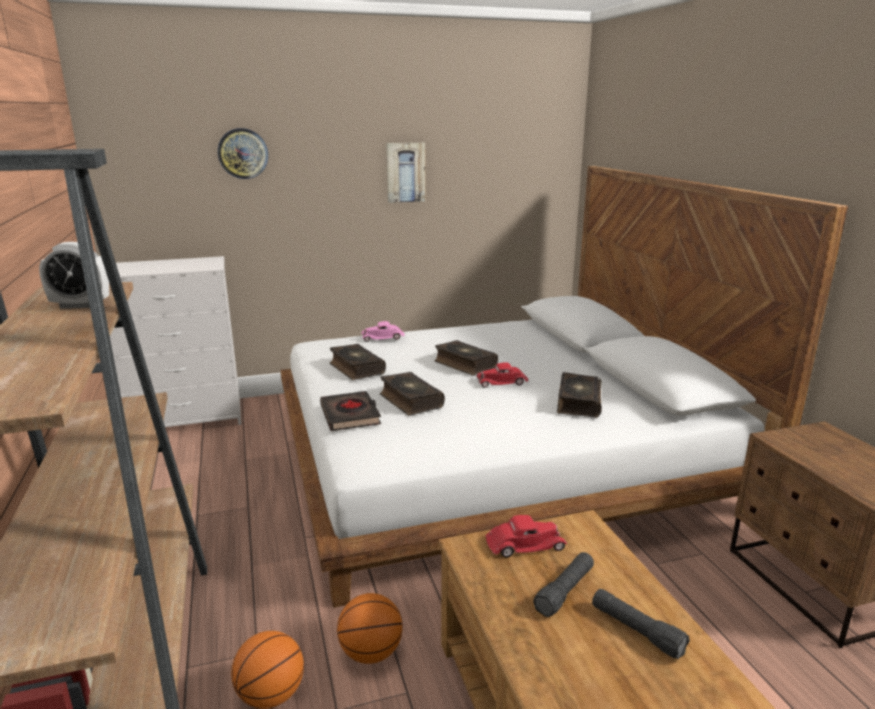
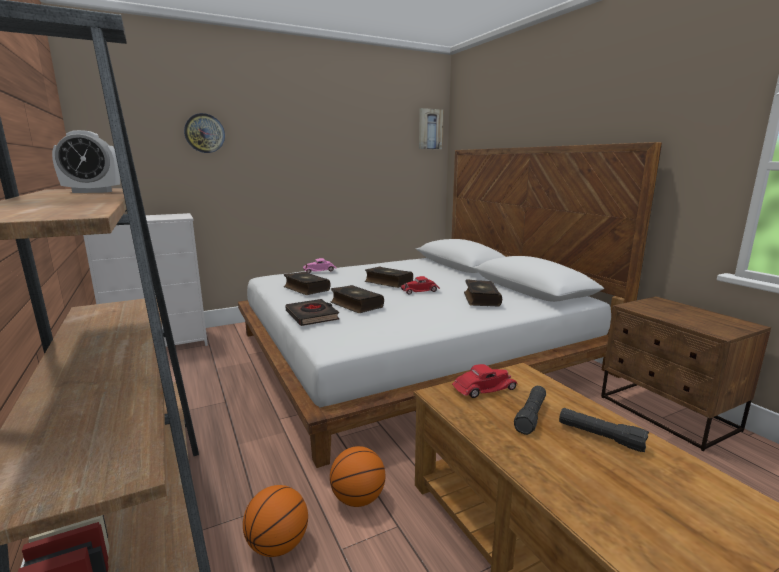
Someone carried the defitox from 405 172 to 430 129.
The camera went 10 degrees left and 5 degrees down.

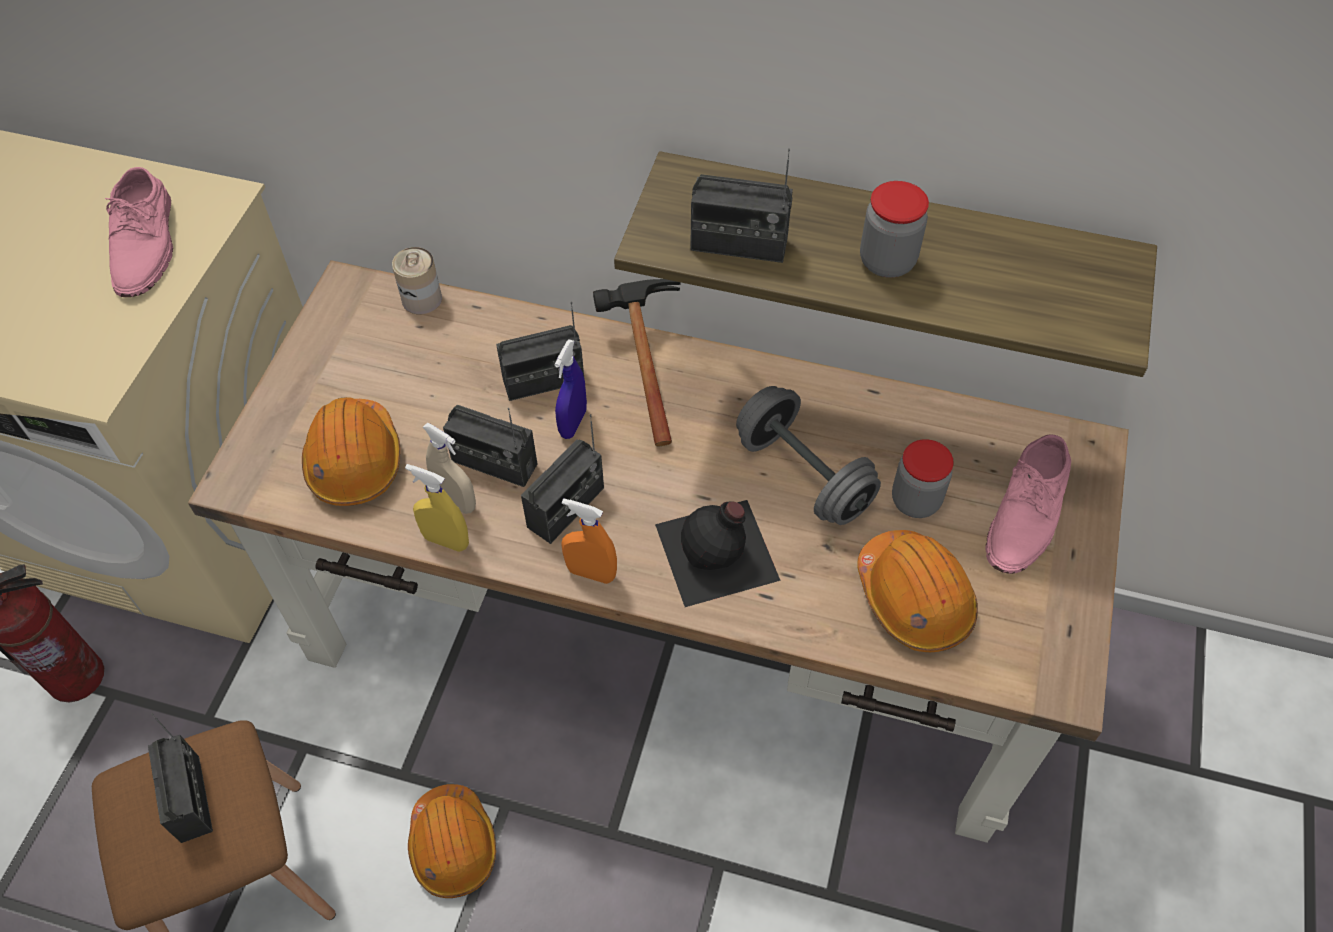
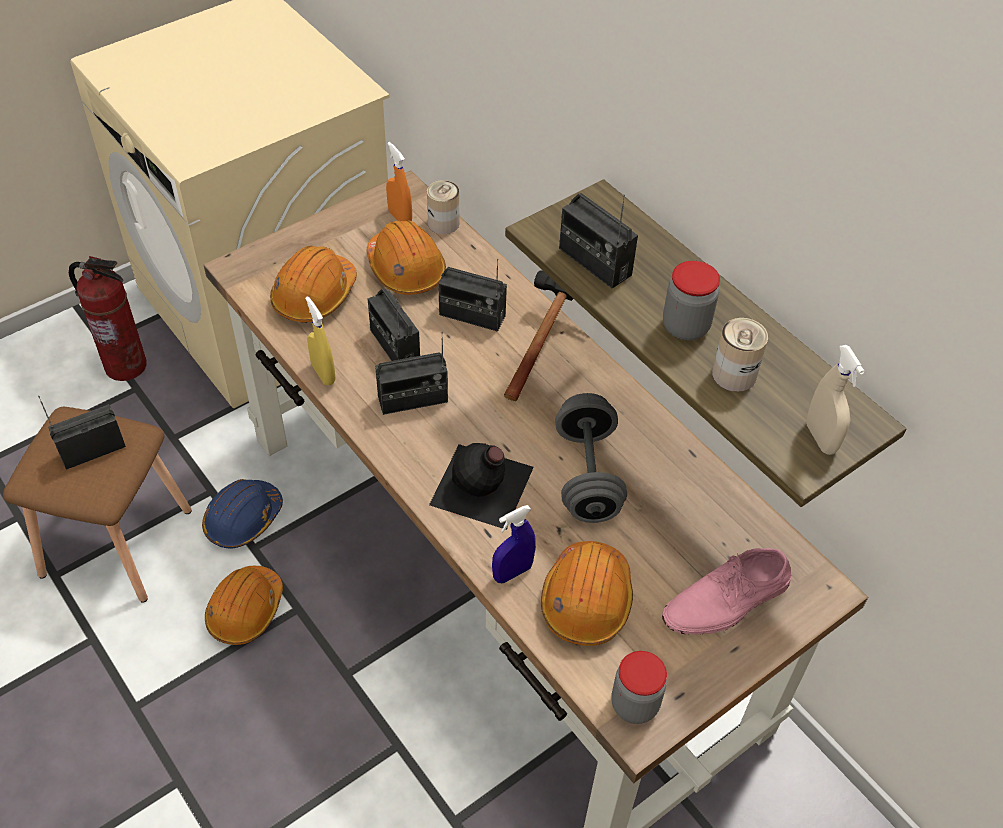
Someone took away the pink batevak at 146 244.
Someone rotated the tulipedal at 190 798 by 135 degrees counterclockwise.
Someone carried the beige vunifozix from 456 501 to 820 438.
Someone carried the blue vunifozix from 573 423 to 512 572.
Someone carried the orange vunifozix from 591 573 to 400 218.
Someone carried the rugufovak from 915 501 to 634 704.
Someone put down the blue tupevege at 243 519.
Someone put down the orange tupevege at 406 269.
Someone put down the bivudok at 734 374.
The camera went 35 degrees right and 5 degrees down.

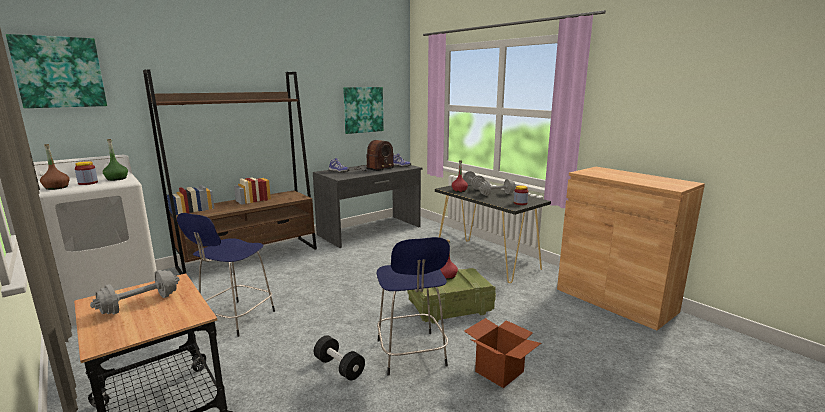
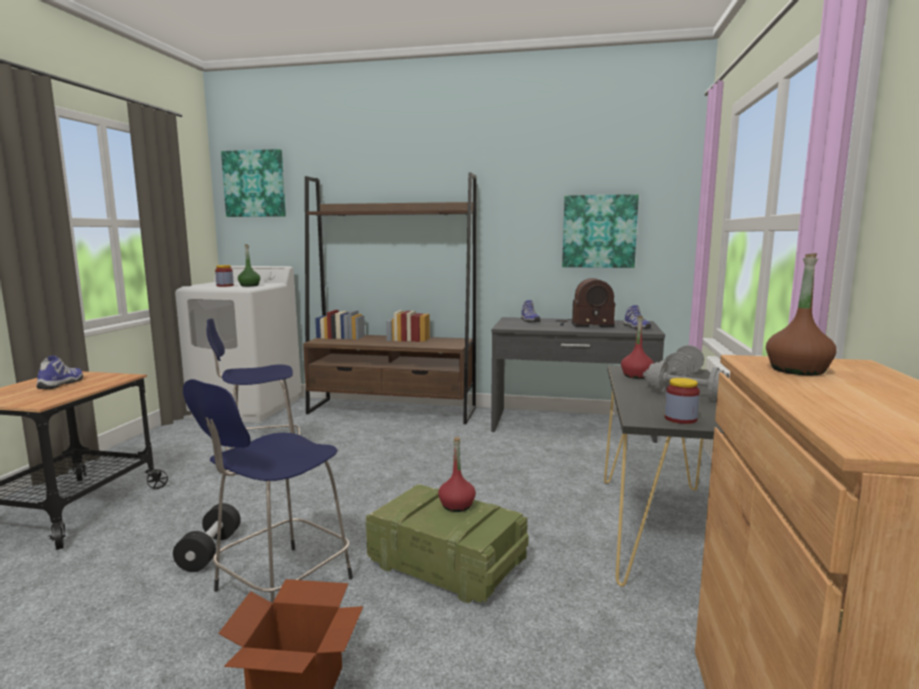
Someone carried the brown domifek from 56 187 to 797 370.
Someone swapped the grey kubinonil at 140 304 for the batevak at 62 384.
The camera went 50 degrees right and 5 degrees down.

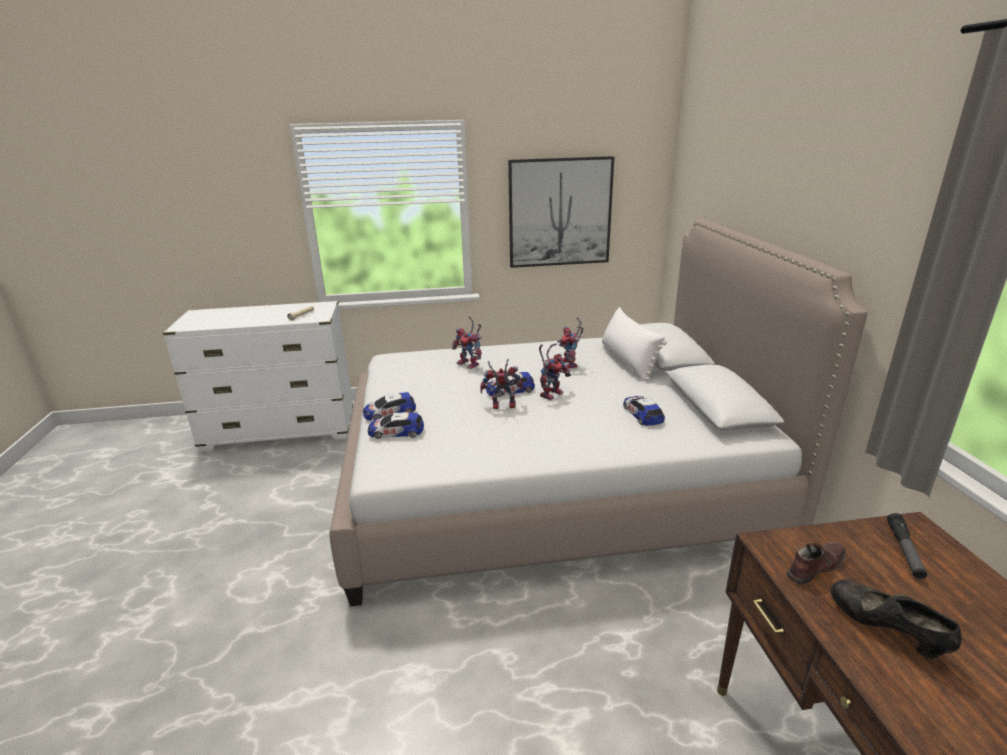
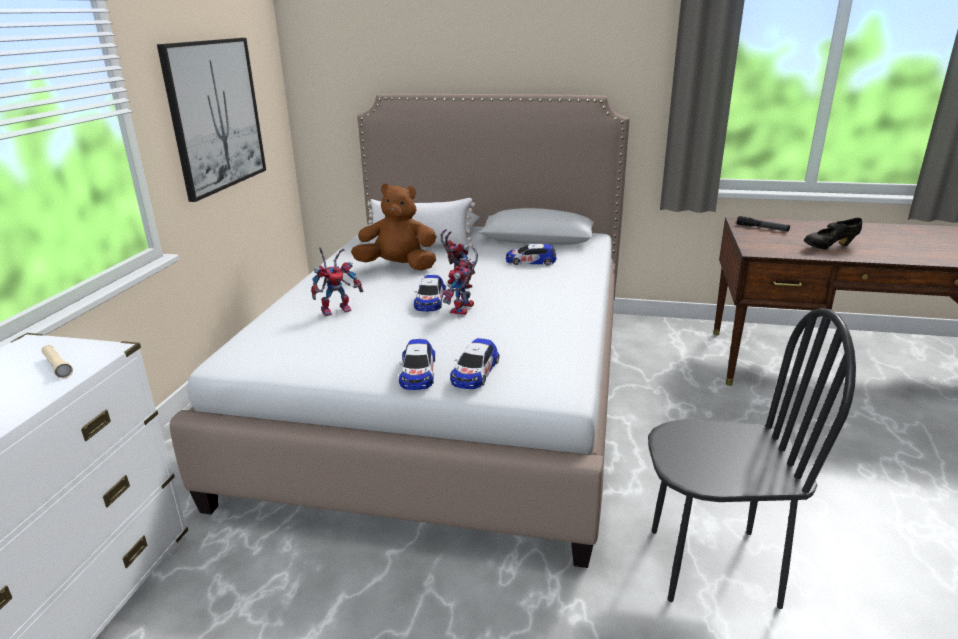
Someone swapped the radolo at 570 364 for the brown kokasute at 398 267.
Someone took away the brown batevak at 814 566.
Someone put down the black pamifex at 712 565.
The camera went 70 degrees left and 0 degrees up.

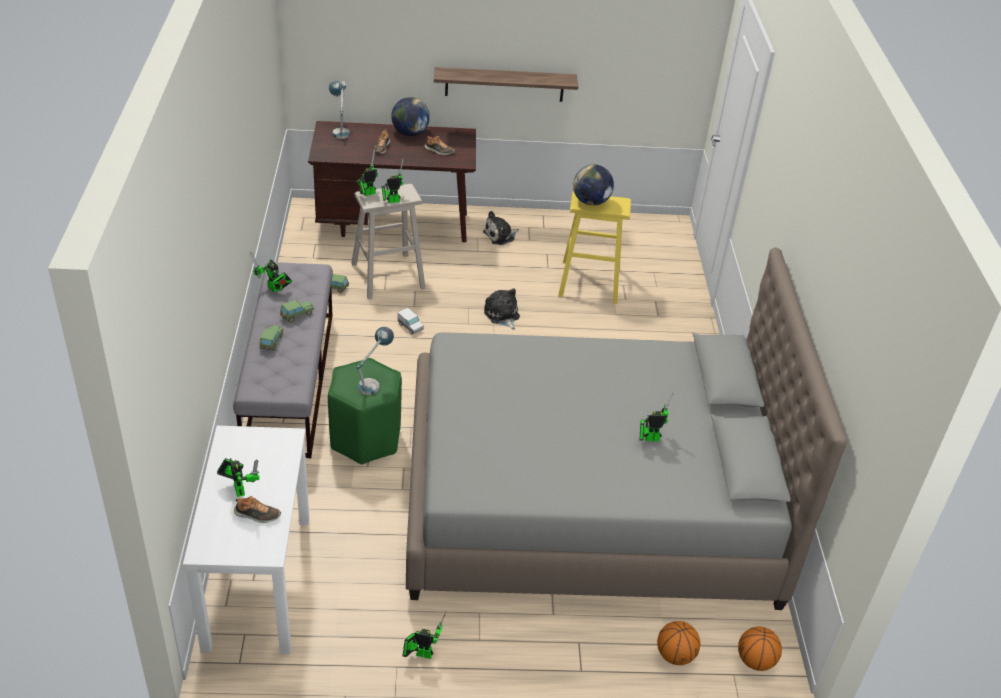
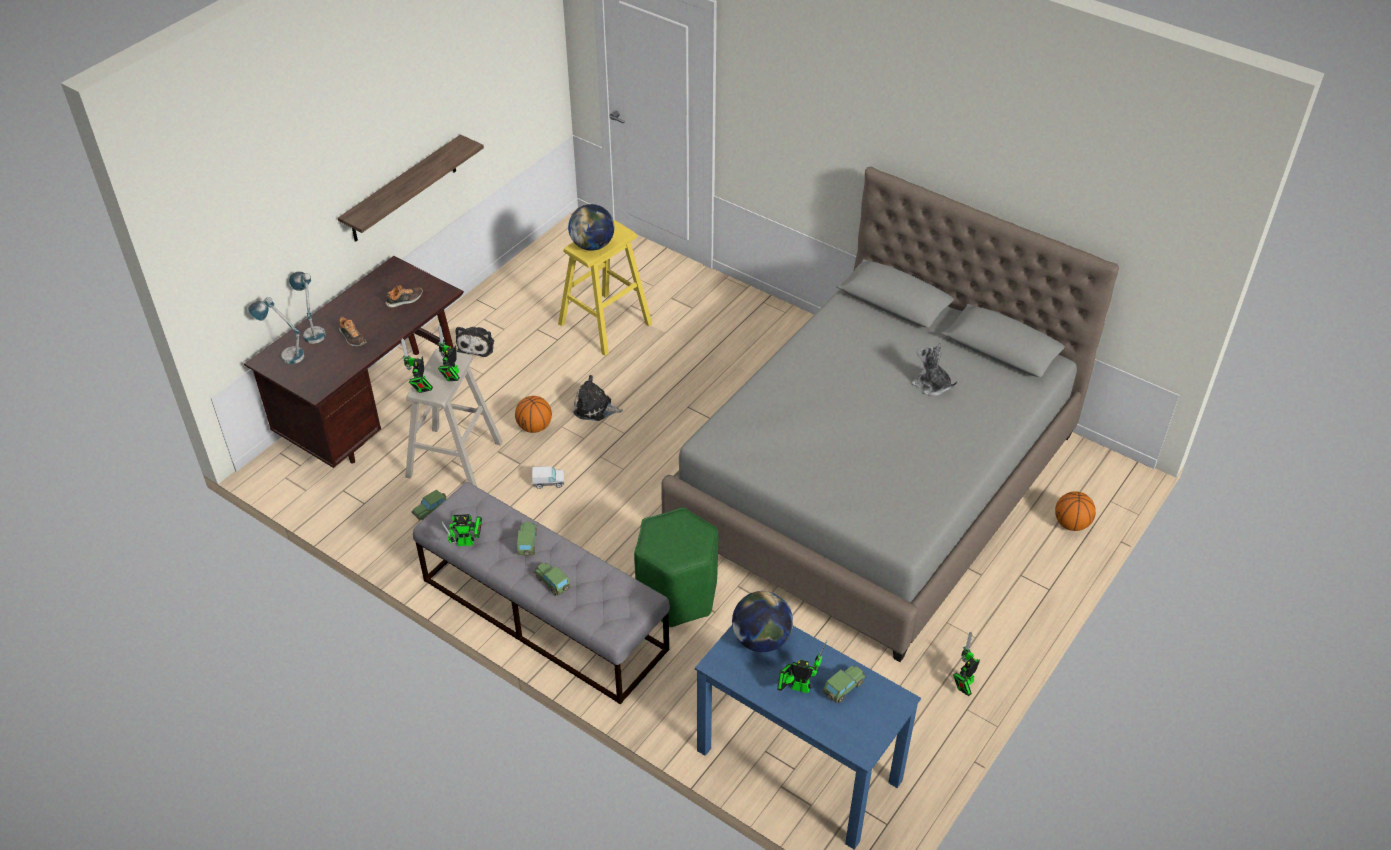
Someone repainted the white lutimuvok at 258 580, which became the blue lutimuvok at 798 765.
Someone swapped the batevak at 257 515 for the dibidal at 843 688.
Someone carried the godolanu from 374 382 to 313 330.
Someone carried the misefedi from 410 133 to 761 639.
Someone swapped the radolo at 649 438 for the kokasute at 931 385.
Someone carried the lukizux from 755 661 to 534 427.
The camera went 50 degrees left and 5 degrees up.

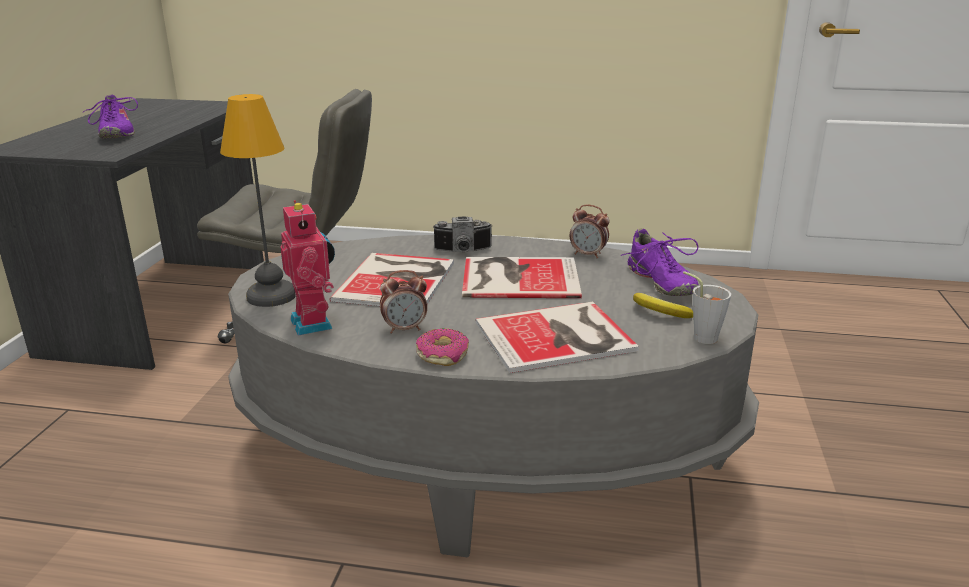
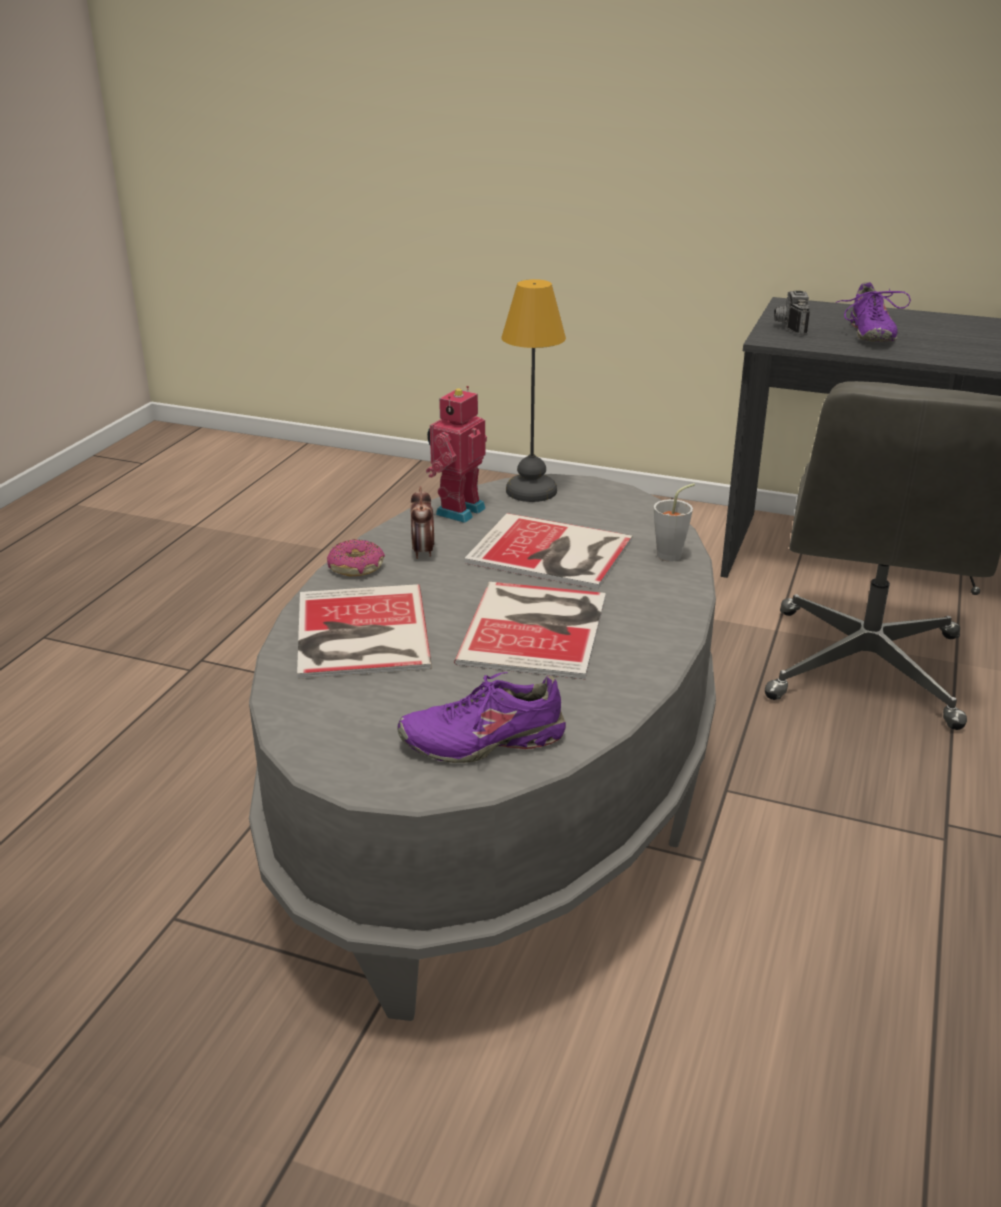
Someone rotated the purple batevak at 115 133 by 75 degrees counterclockwise.
Someone rotated the radolo at 314 323 by 135 degrees clockwise.
Someone carried the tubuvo from 463 251 to 788 326.
Someone took away the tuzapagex at 588 254.
Someone took away the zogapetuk at 659 312.
Someone carried the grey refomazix from 700 336 to 673 554.
The camera went 100 degrees right and 5 degrees up.

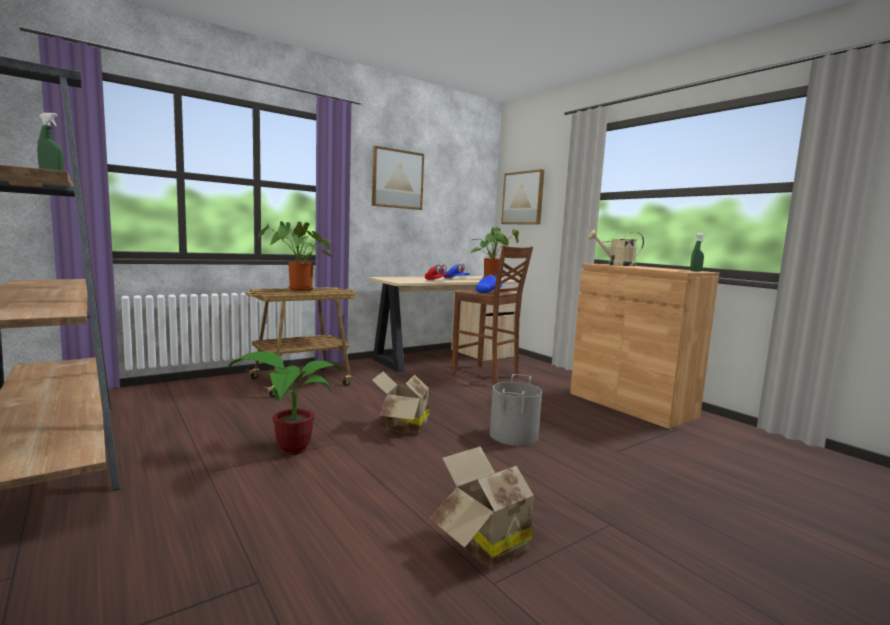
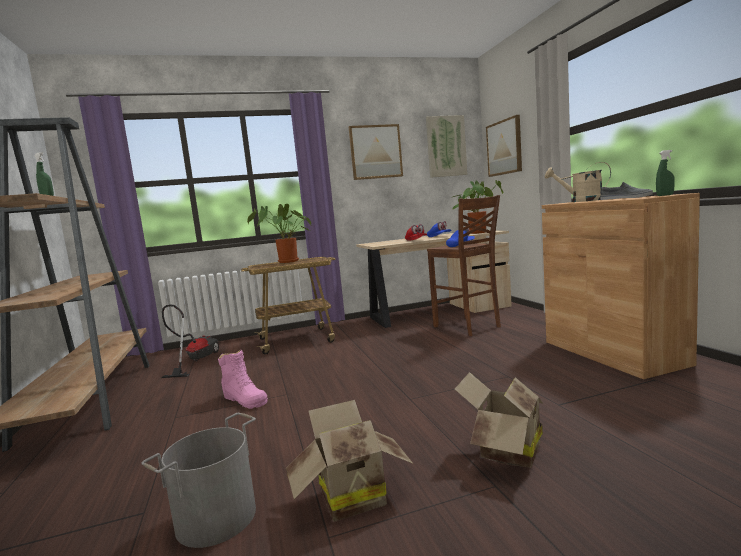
Someone swapped the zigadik at 288 449 for the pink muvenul at 245 399.
Someone carried the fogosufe from 403 426 to 505 451.
Someone carried the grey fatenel from 513 435 to 215 517.
Someone put down the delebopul at 194 360.
Someone put up the defitox at 446 146.
Someone put down the grey batevak at 625 198.
The camera went 20 degrees right and 0 degrees up.

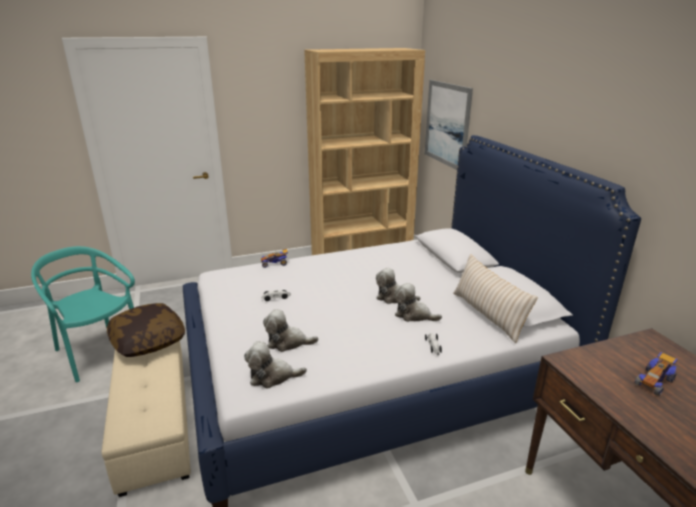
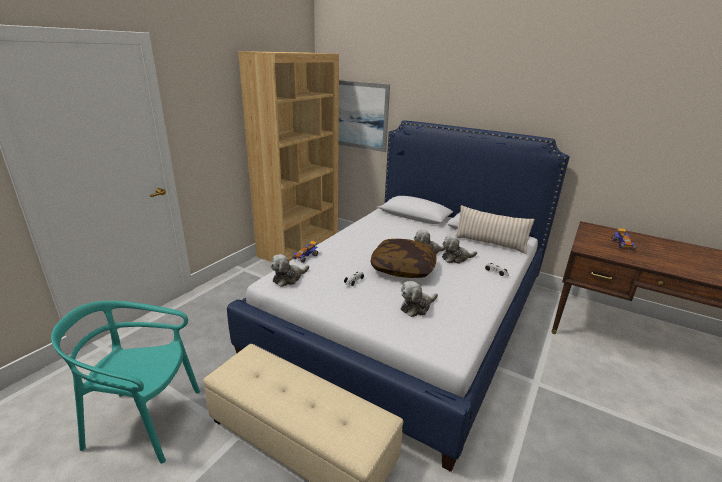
Someone carried the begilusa from 148 340 to 402 269.
Someone carried the kokasute from 272 376 to 288 278.
The camera went 40 degrees left and 0 degrees up.

